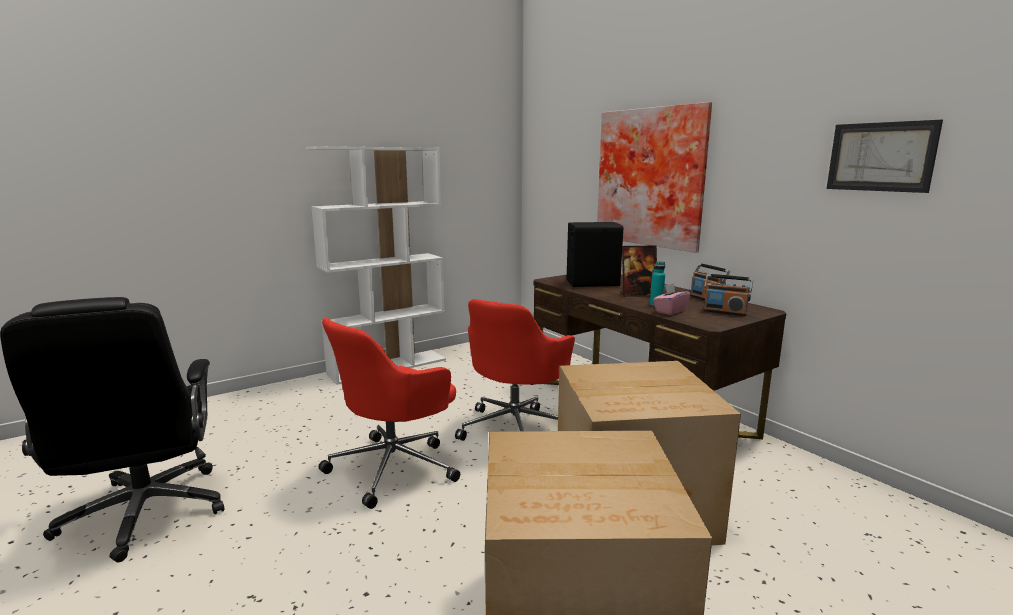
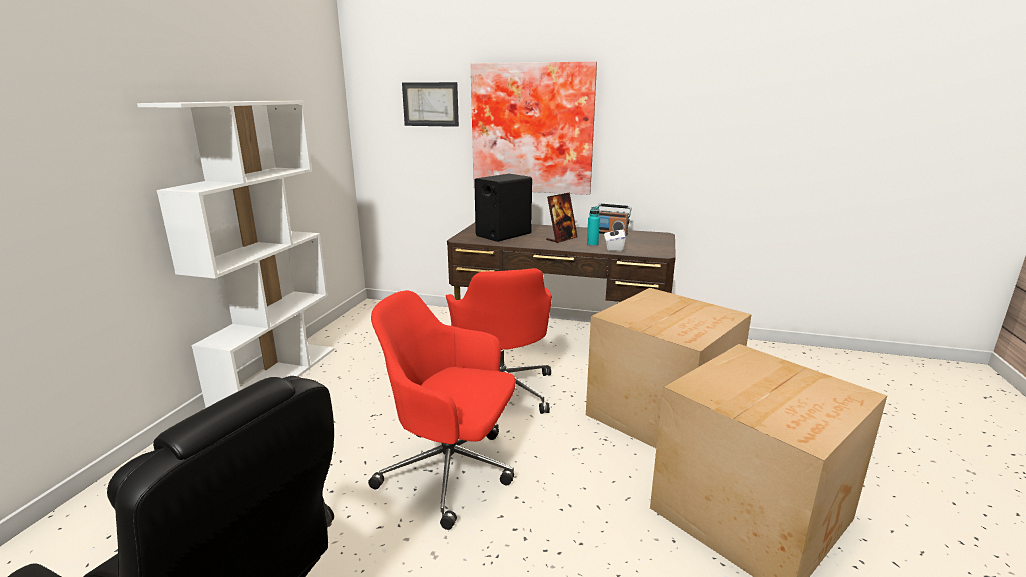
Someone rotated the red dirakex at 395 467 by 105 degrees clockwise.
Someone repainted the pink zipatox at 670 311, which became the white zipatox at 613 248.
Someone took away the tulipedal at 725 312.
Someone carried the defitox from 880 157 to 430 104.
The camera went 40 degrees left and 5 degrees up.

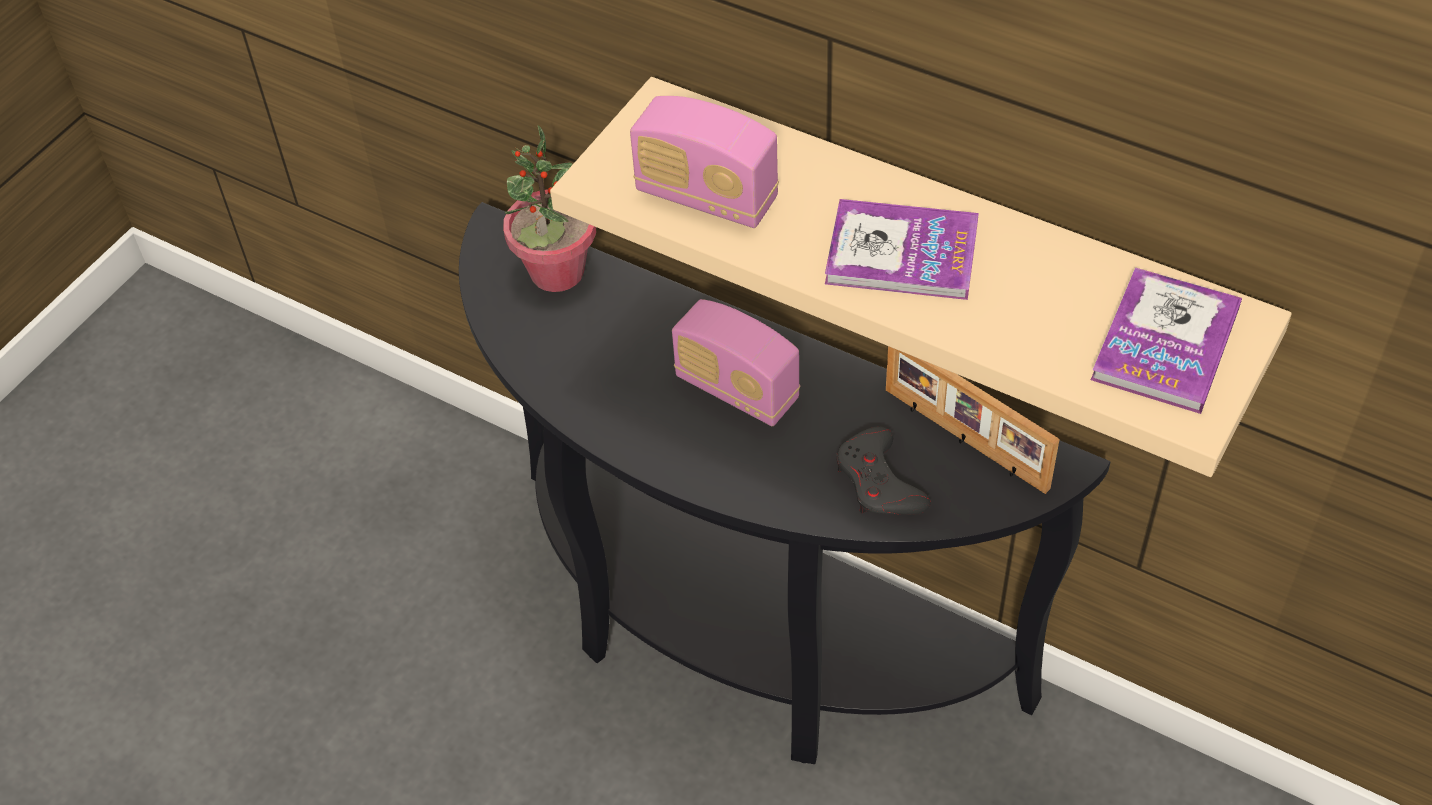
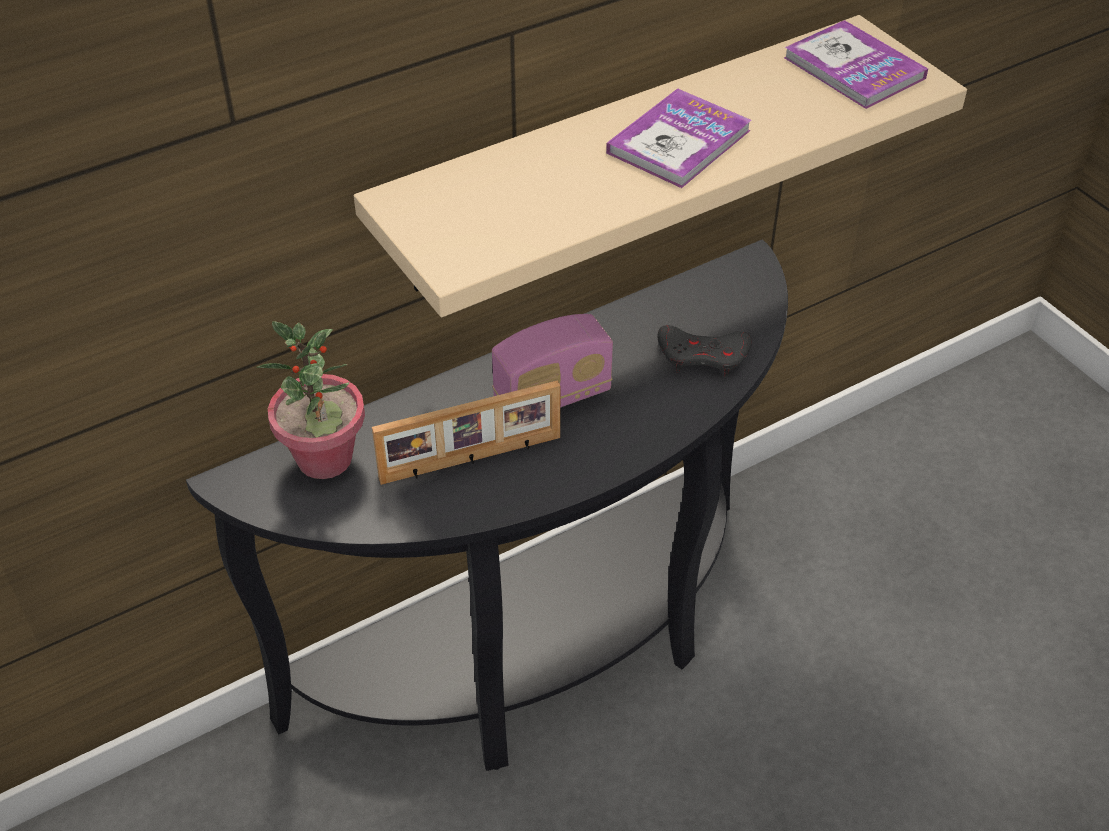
Someone took away the tulipedal at 706 197.
Someone carried the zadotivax from 964 440 to 471 460.
The camera went 65 degrees left and 5 degrees down.

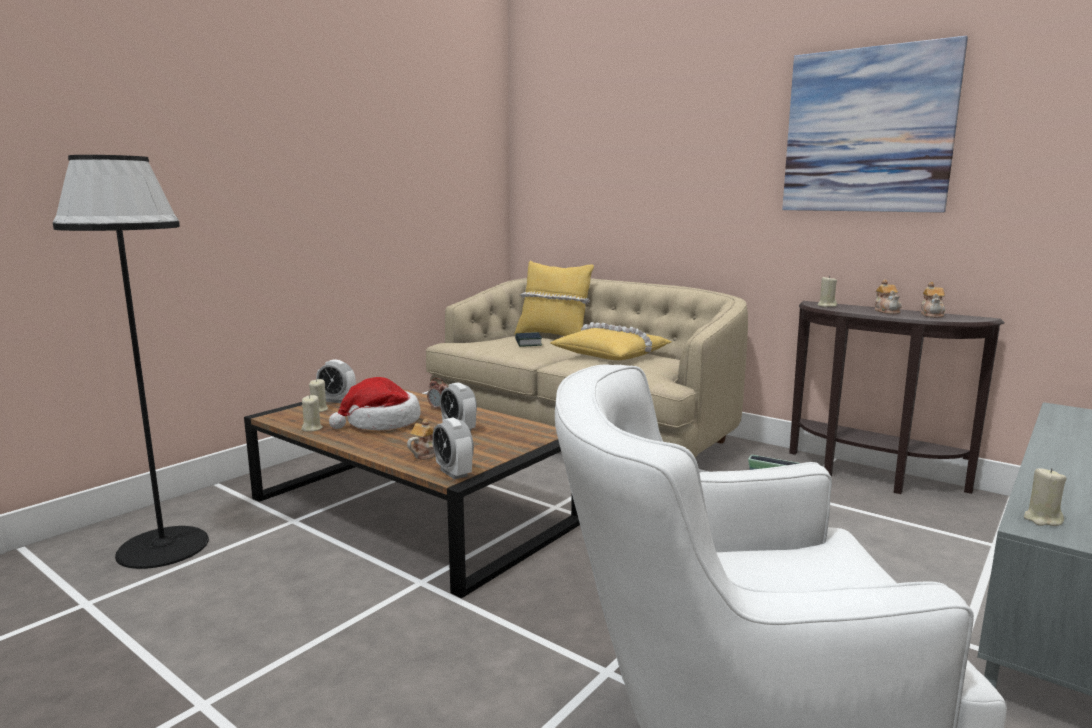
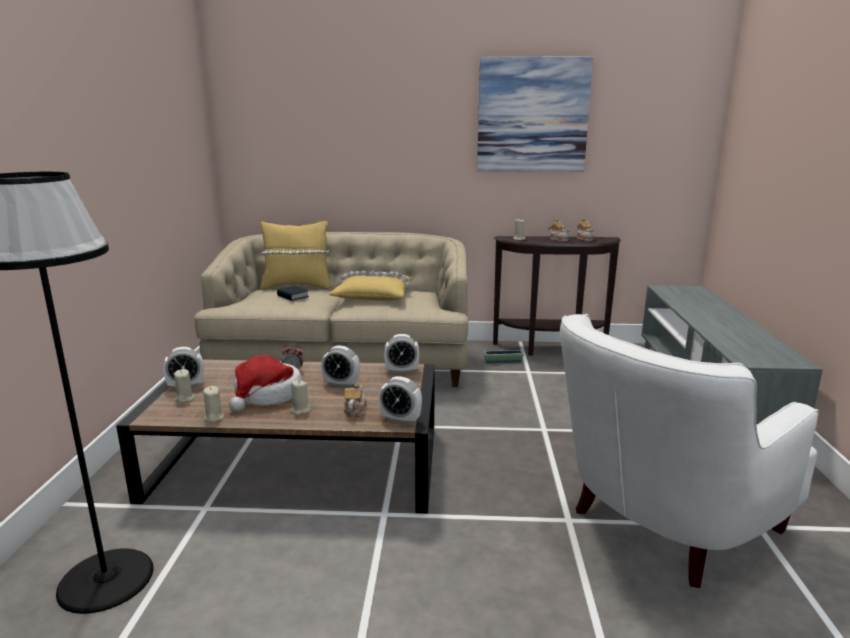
Someone carried the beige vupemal from 1042 519 to 300 410.
Someone put down the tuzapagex at 402 371.
The camera went 35 degrees left and 5 degrees up.

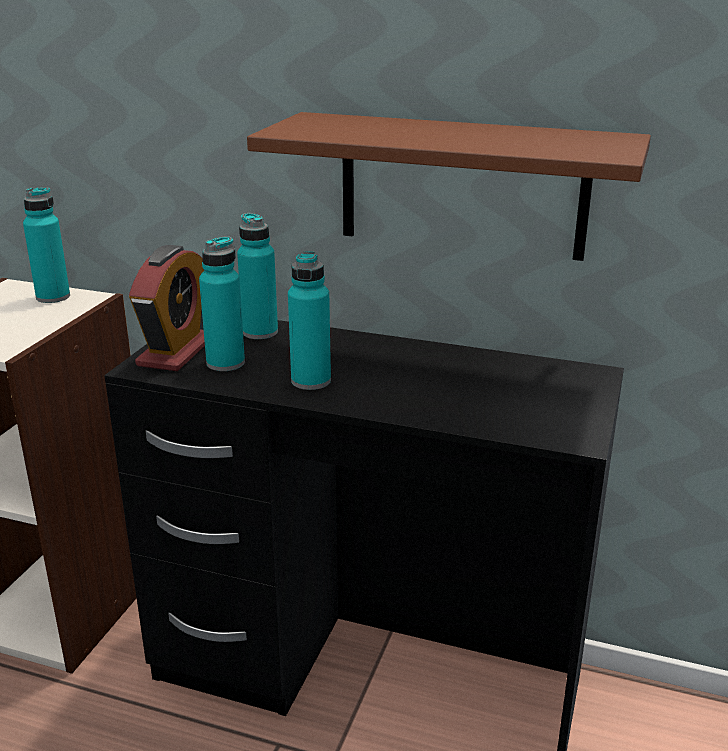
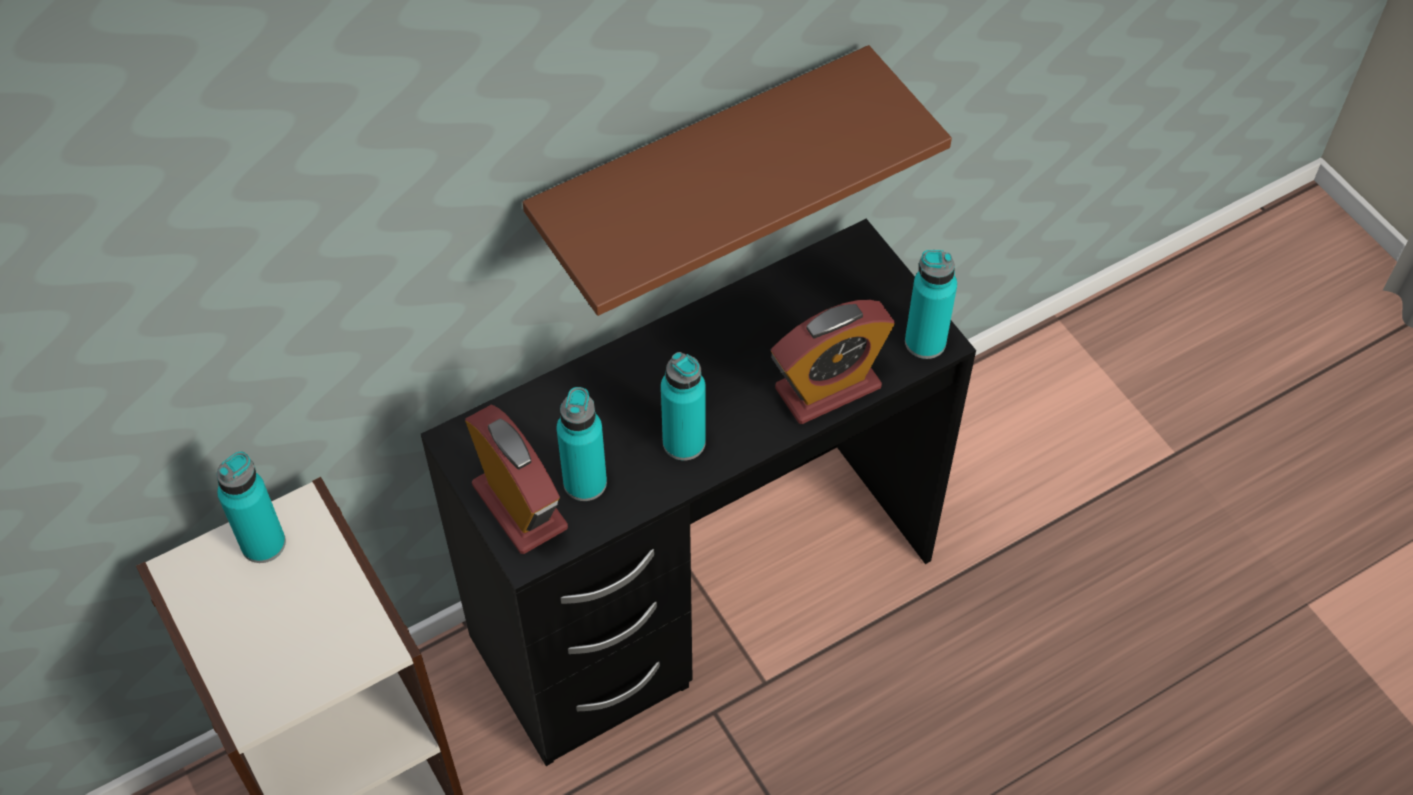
Someone carried the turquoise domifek from 260 332 to 925 342.
Someone put down the tuzapagex at 828 388.
The camera went 50 degrees left and 30 degrees up.

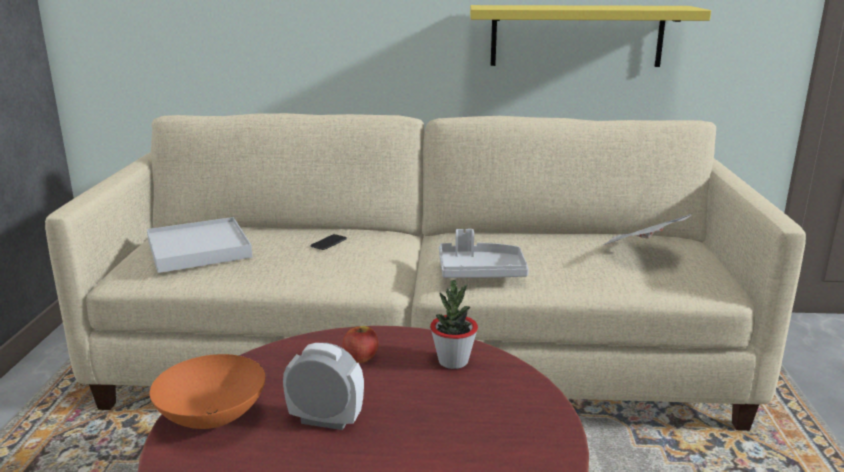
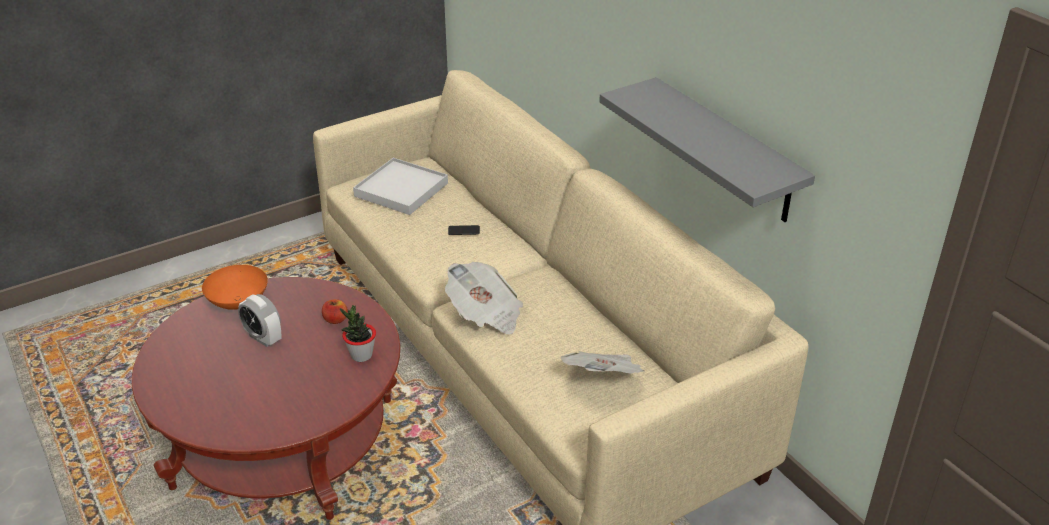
Someone rotated the tuzapagex at 325 420 by 150 degrees clockwise.
Someone swapped the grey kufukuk at 480 272 for the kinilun at 485 314.
Someone repainted the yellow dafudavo at 576 36, which became the grey dafudavo at 726 150.
The camera went 55 degrees right and 15 degrees up.

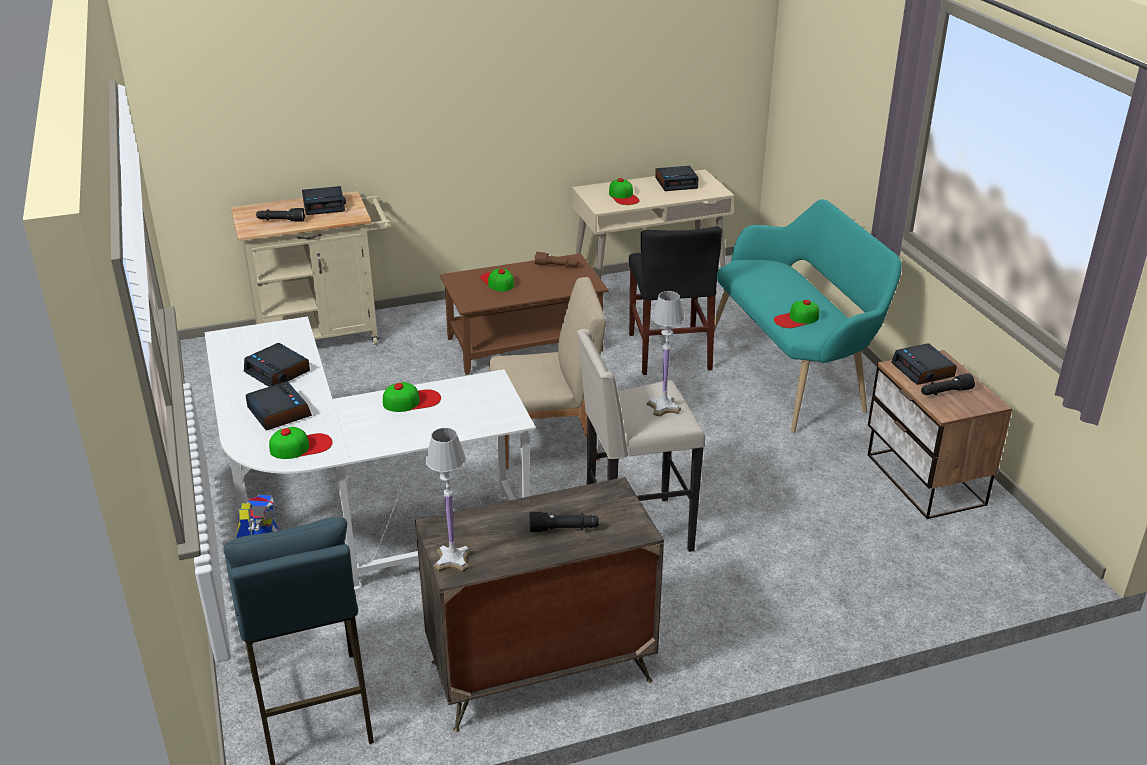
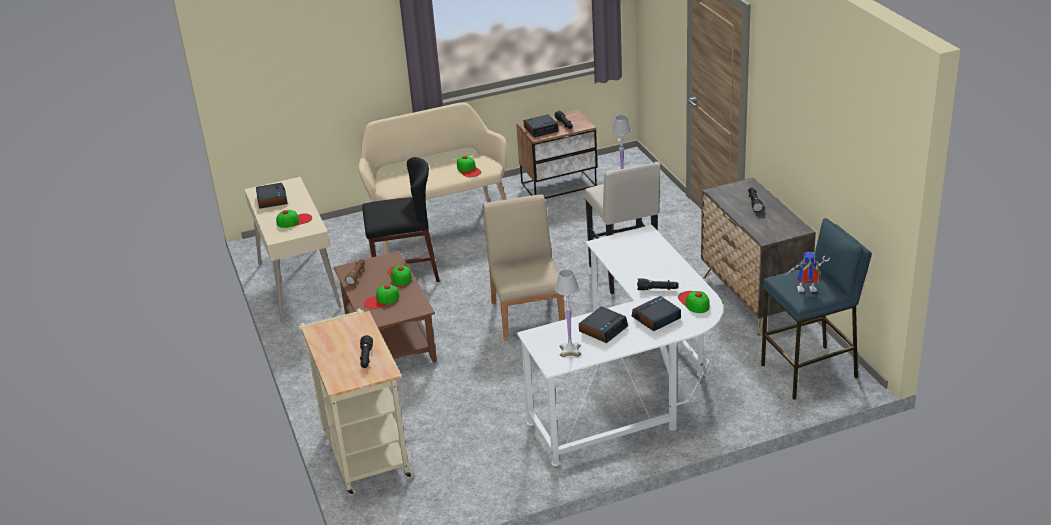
Someone took away the tuzapagex at 324 205.
Someone carried the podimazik from 412 401 to 399 275.
Someone carried the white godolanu from 452 560 to 570 350.
Someone repainted the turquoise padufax at 793 373, which became the beige padufax at 439 223.
Someone put down the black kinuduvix at 657 289.
The camera went 90 degrees left and 0 degrees up.

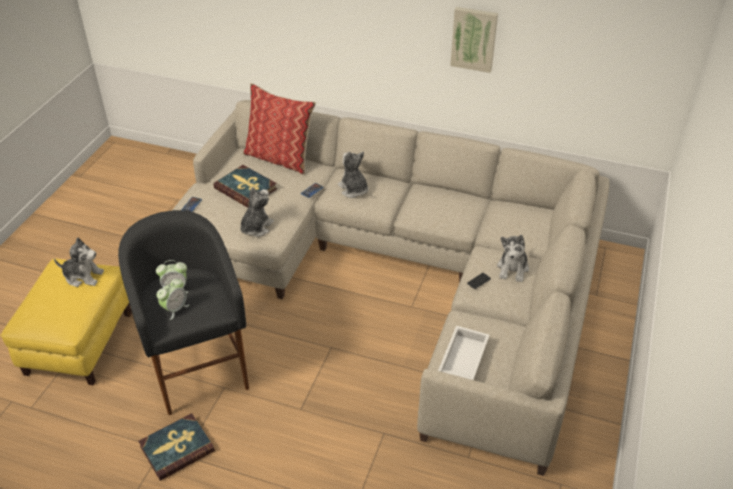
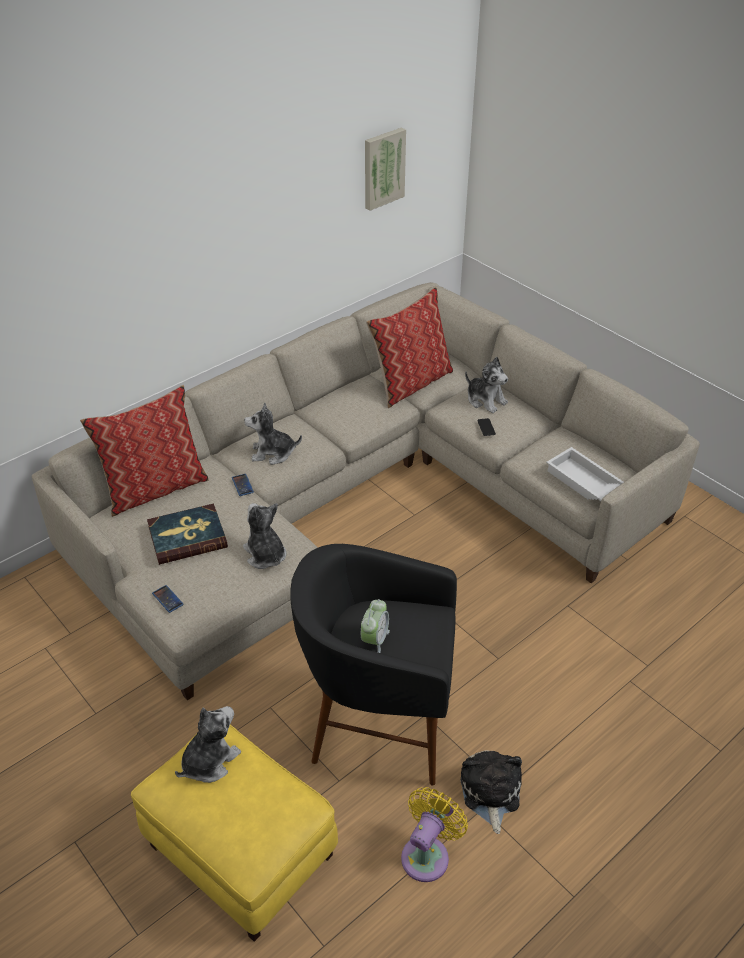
Someone swapped the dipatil at 177 448 for the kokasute at 490 793.
Someone took away the tuzapagex at 175 309.
Someone carried the defitox from 474 38 to 383 168.
Someone put down the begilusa at 411 383.
Someone put down the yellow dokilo at 428 854.
The camera went 60 degrees left and 0 degrees up.

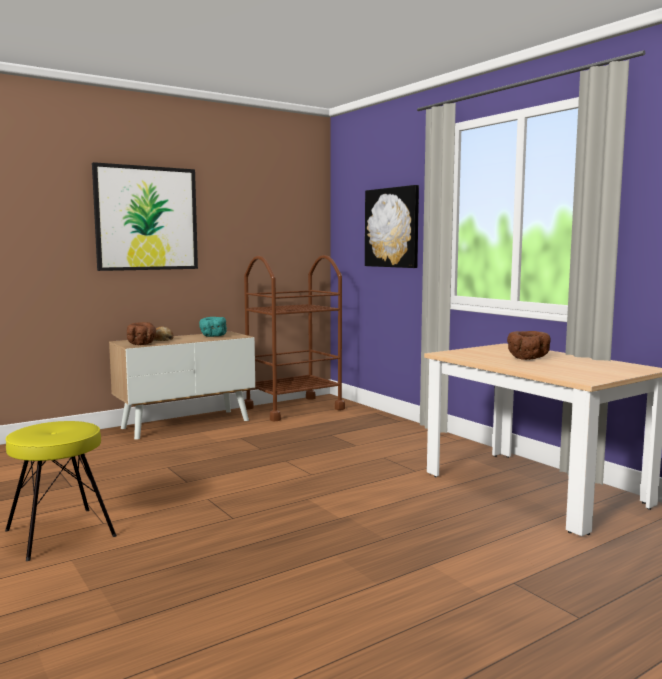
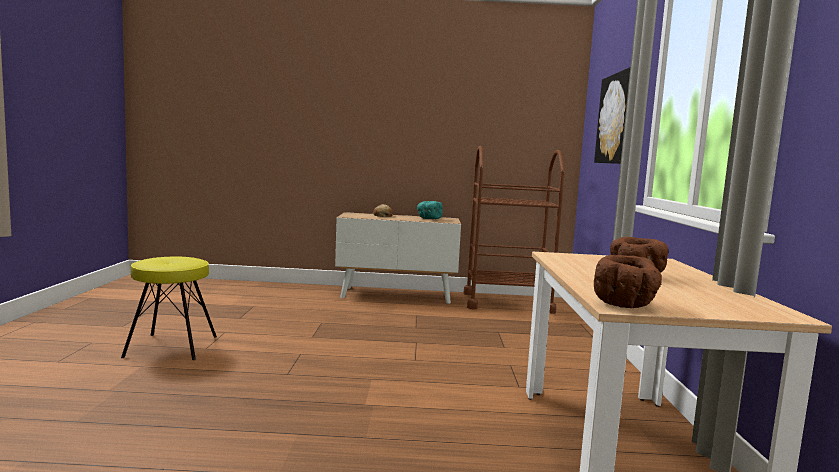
Someone took away the defitox at 146 218.
Someone carried the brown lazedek from 142 344 to 625 304.
The camera went 35 degrees right and 0 degrees up.

